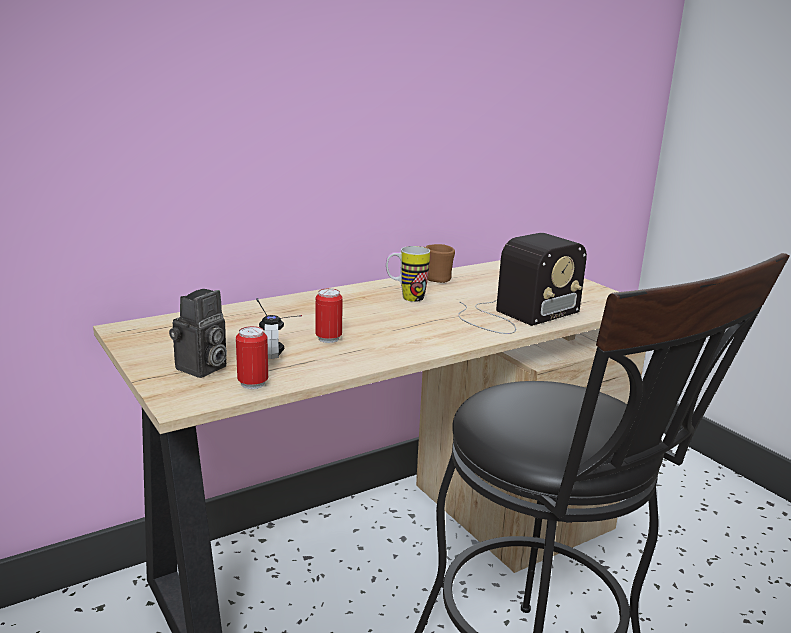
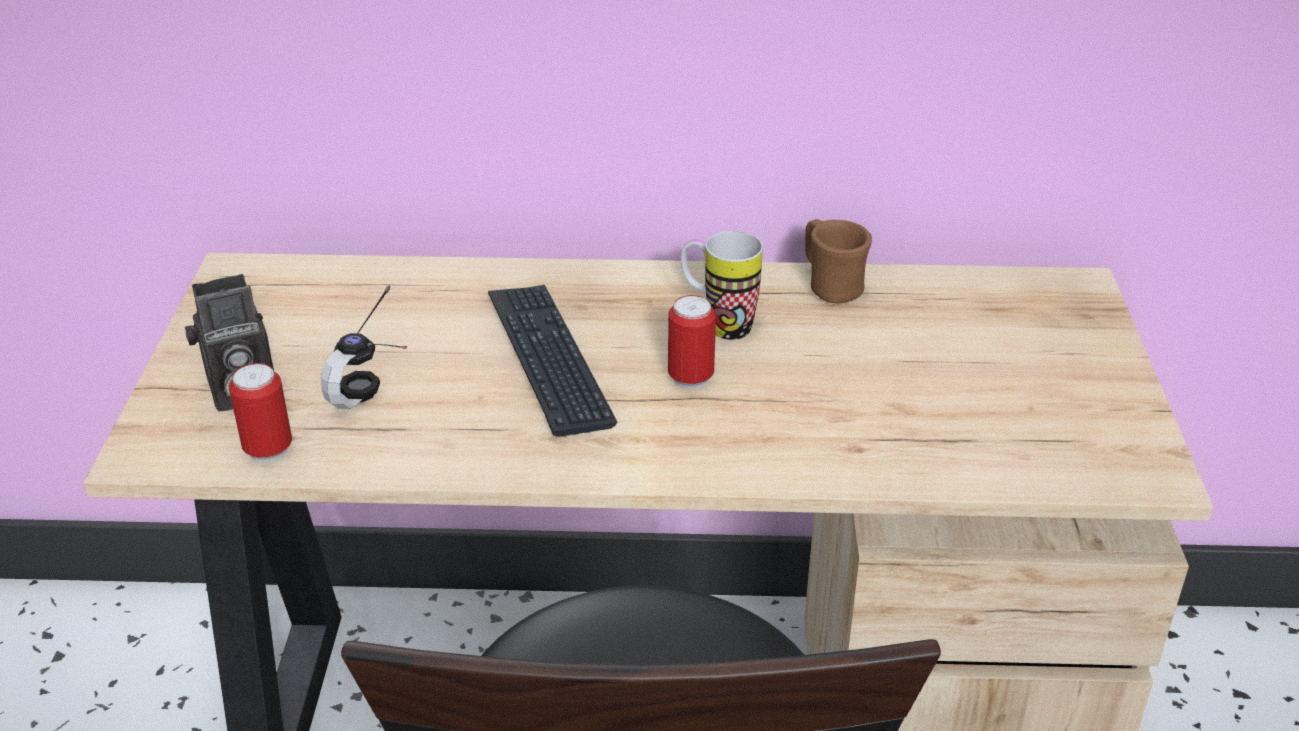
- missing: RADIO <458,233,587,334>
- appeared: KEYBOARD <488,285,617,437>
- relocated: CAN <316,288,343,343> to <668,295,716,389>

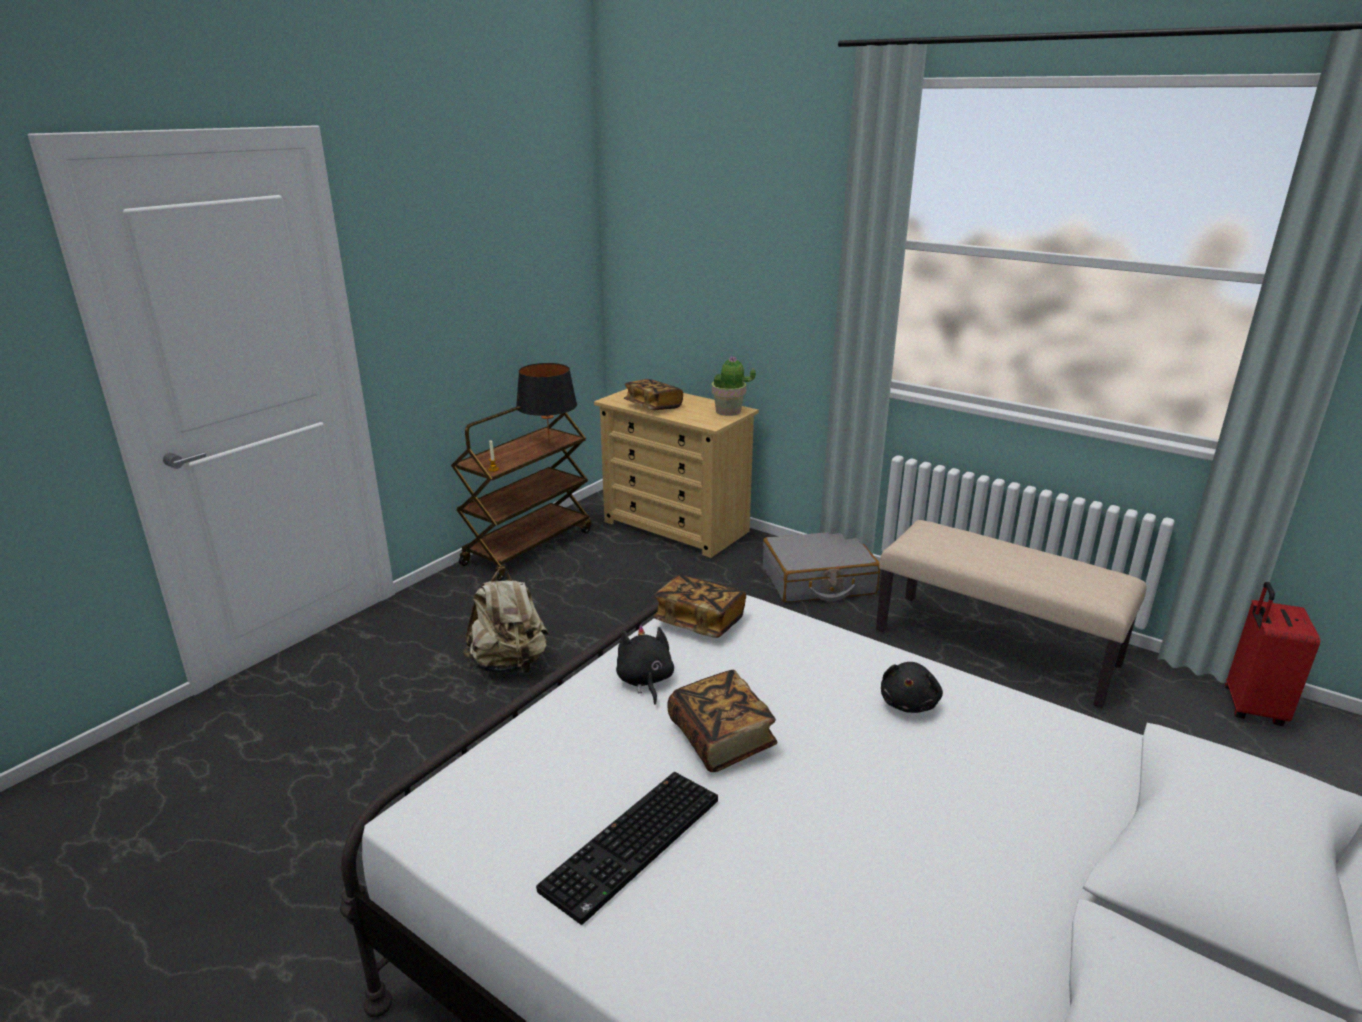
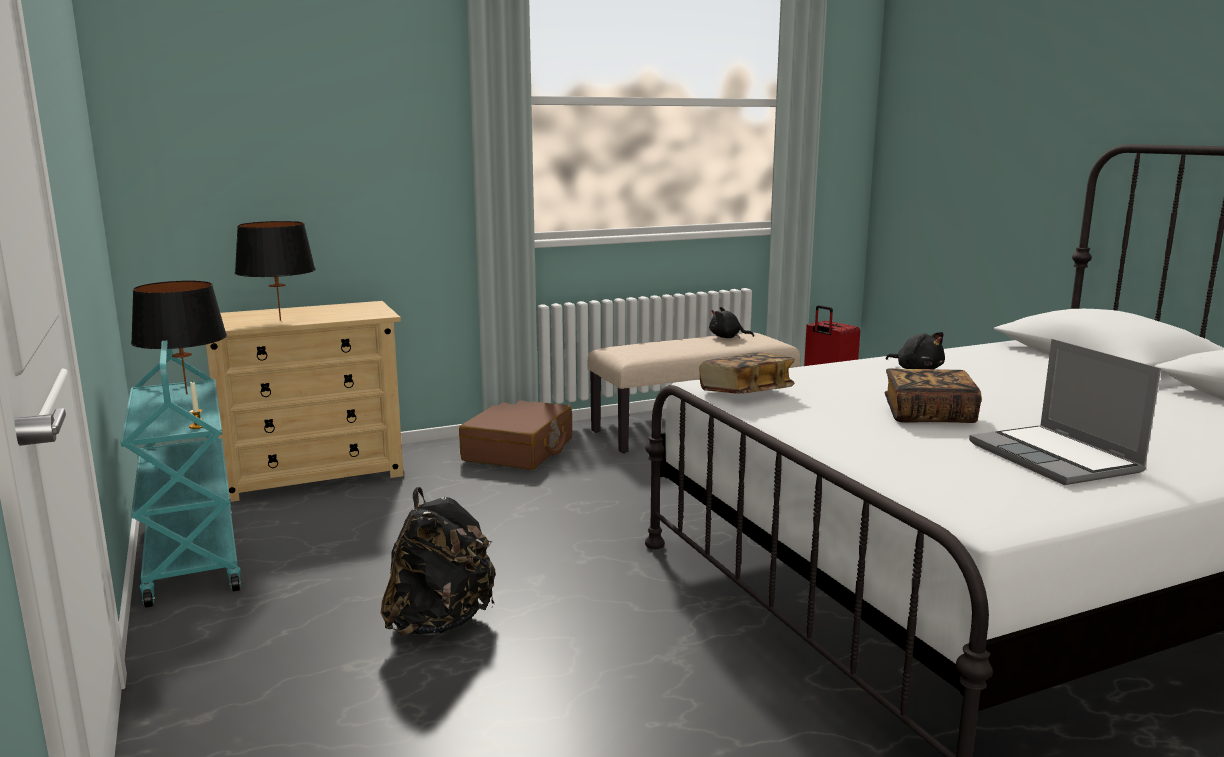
- missing: POTTED PLANT <712,356,756,416>
- relocated: BLACK PLUSH TOY <616,625,674,705> to <709,307,754,338>
- exchanged: KEYBOARD <536,772,718,925> to LAPTOP <969,339,1161,485>
- exchanged: BOOK <624,379,683,410> to BLACK TABLE LAMP <235,221,316,321>
- colour: BROWN CART <451,406,591,581> to TURQUOISE CART <121,341,241,608>
- colour: BEIGE BACKPACK <463,567,549,674> to BLACK BACKPACK <381,487,496,636>
- colour: GREY SUITCASE <763,532,880,603> to BROWN SUITCASE <459,400,572,470>

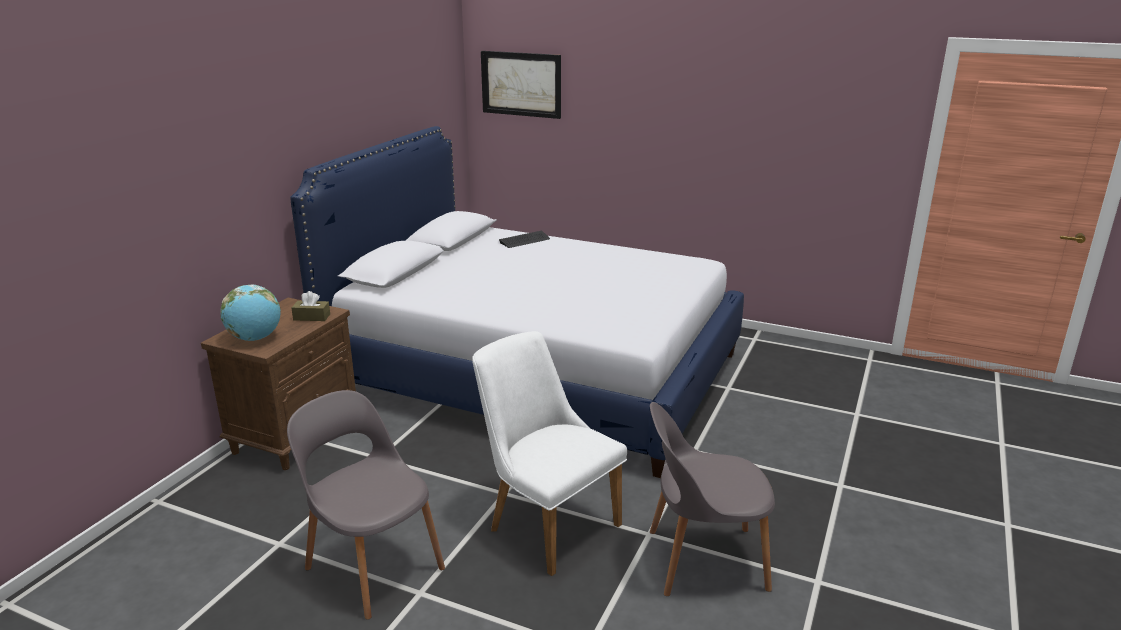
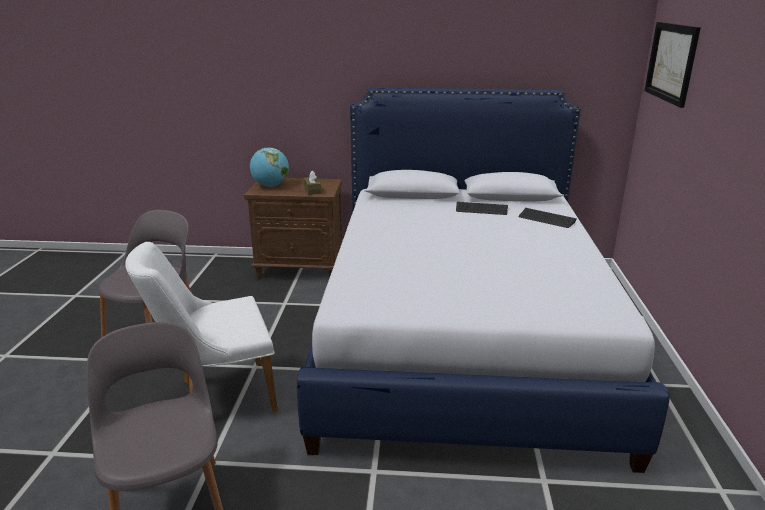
- appeared: KEYBOARD <456,202,508,215>
- spun: WHITE CHAIR <472,331,627,576> = <125,242,278,412> 135 degrees counterclockwise

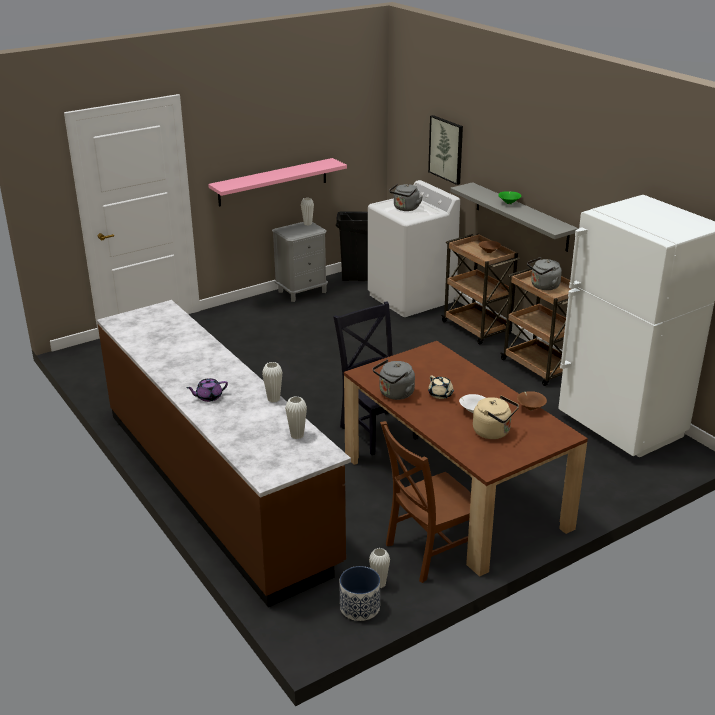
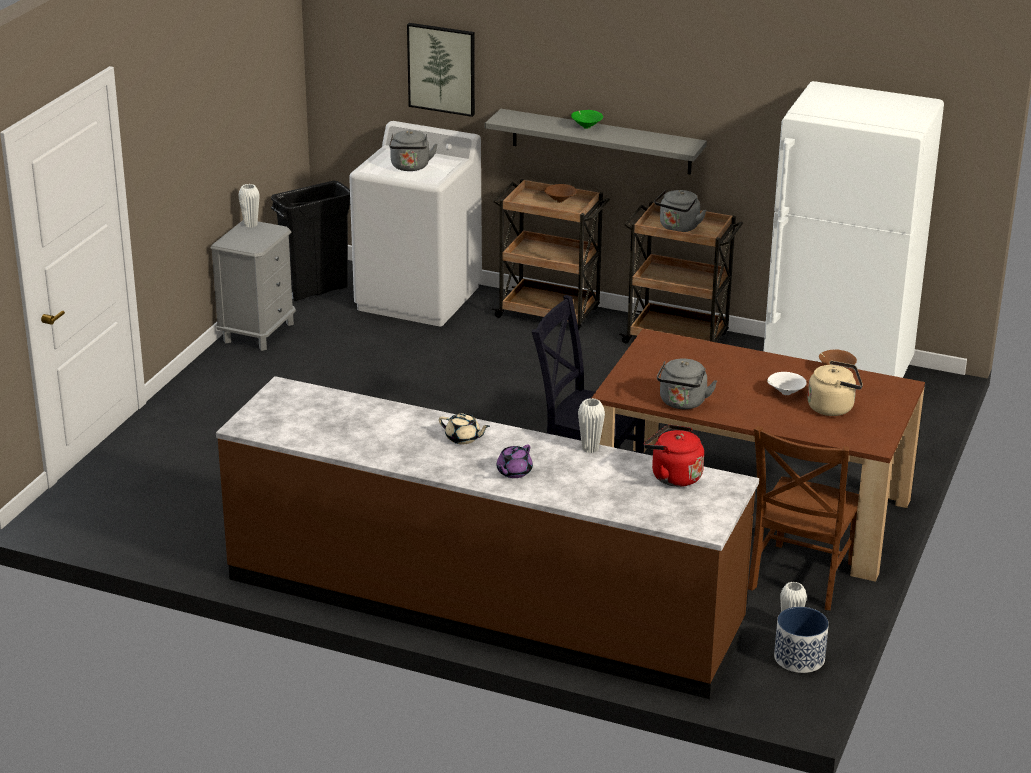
- missing: PINK SHELF <208,158,347,206>
- relocated: BEIGE TEAPOT <428,375,454,399> to <439,413,490,444>
- exchanged: WHITE VASE <285,396,307,439> to RED KETTLE <644,425,704,487>

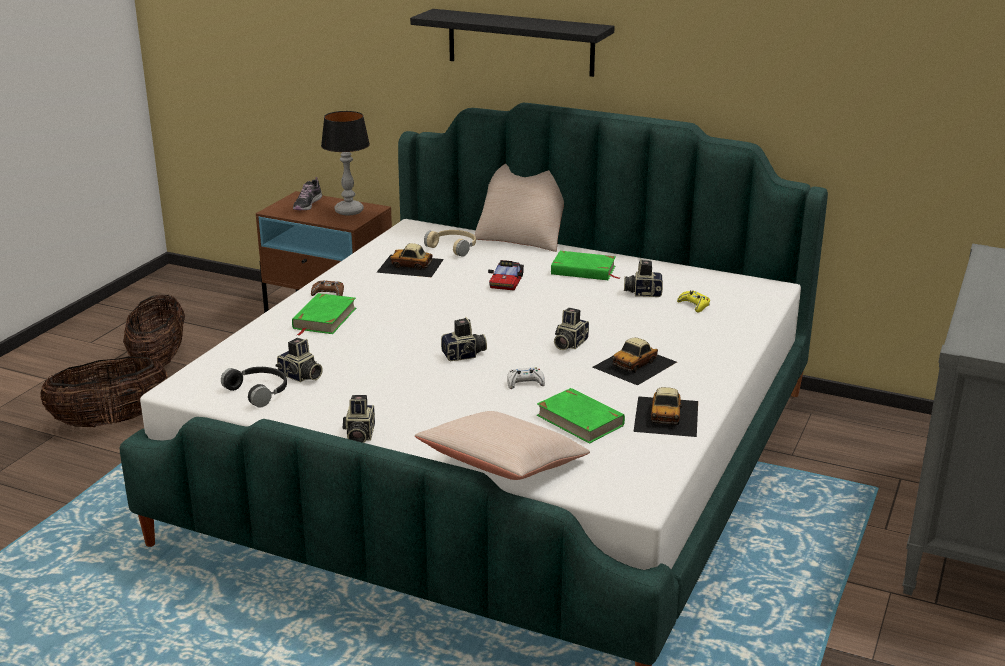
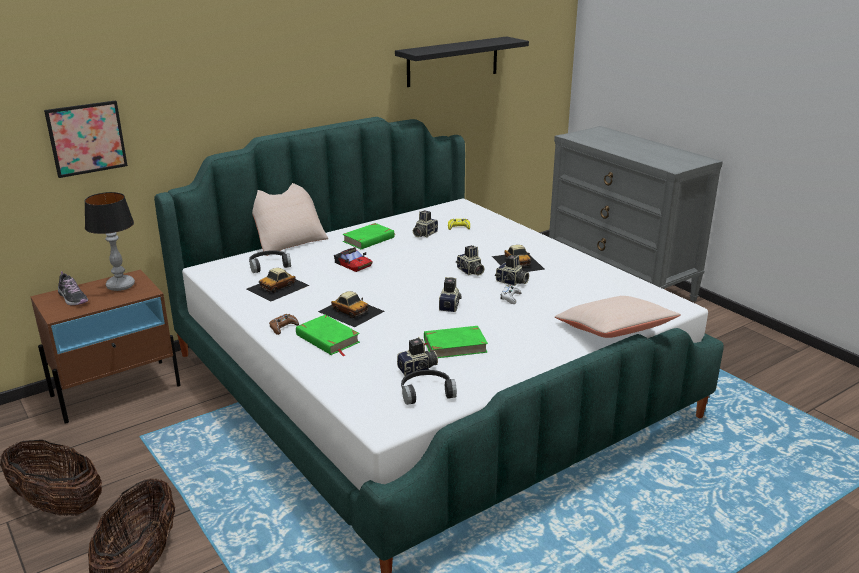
- appeared: PICTURE <44,100,128,178>
- relocated: PHOTO CAMERA <343,395,375,443> to <495,255,529,286>
- relocated: BLACK SHELF <410,9,615,77> to <395,36,529,87>
- relocated: GREEN BOOK <537,388,625,444> to <424,326,488,358>
- relocated: TOY CAR <633,387,698,437> to <318,291,385,327>
- colour: BEIGE HEADPHONES <424,230,476,257> to BLACK HEADPHONES <249,250,291,273>

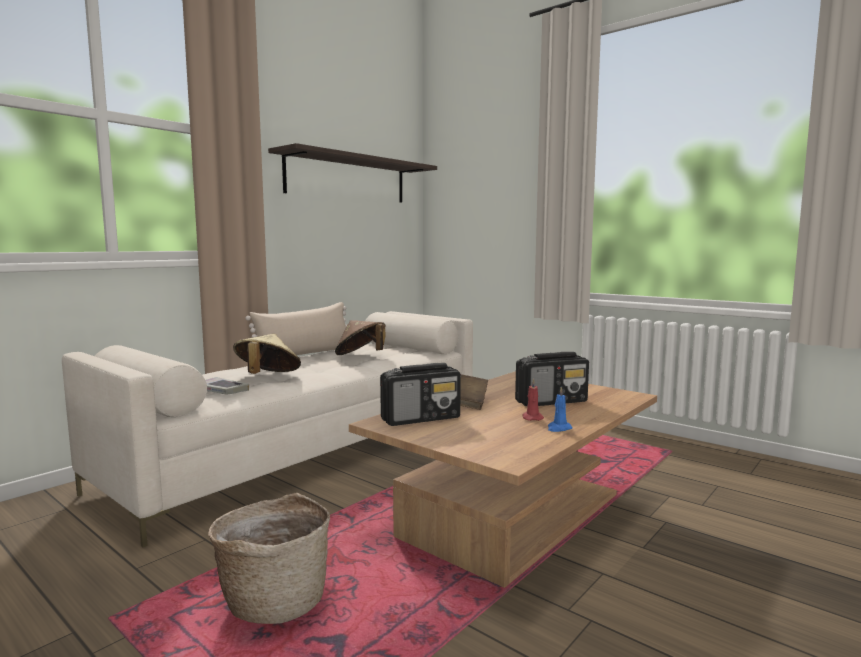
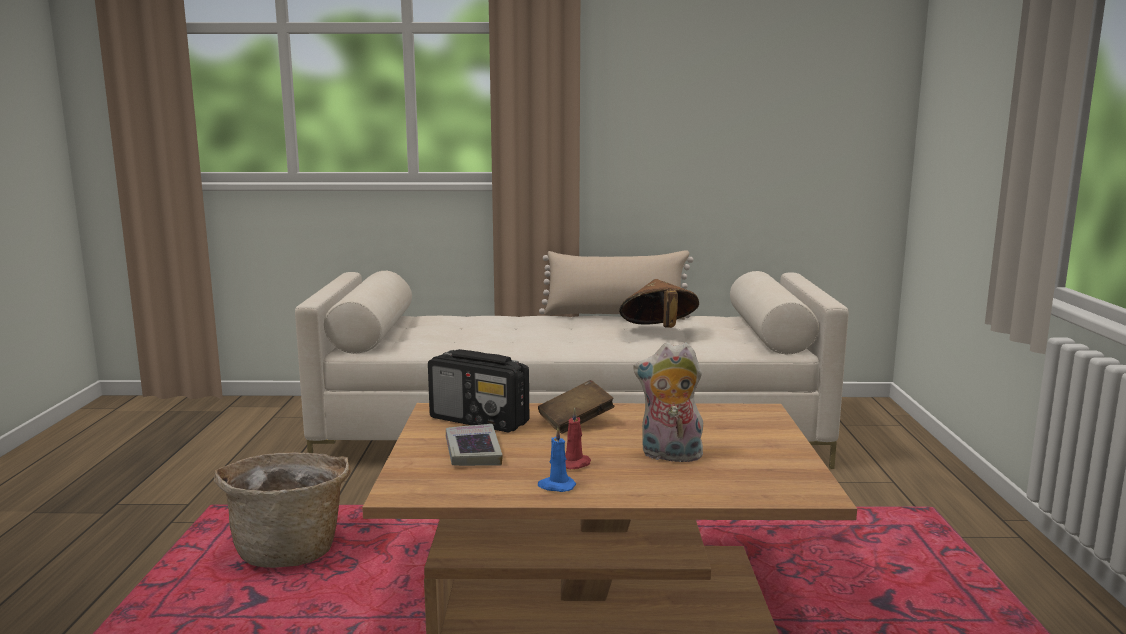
- missing: BEIGE HAT <233,334,301,374>
- missing: SHELF <268,143,437,203>
- relocated: BOOK <205,377,249,395> to <446,424,503,466>
- exchanged: RADIO <515,352,589,406> to PLUSH TOY <633,342,703,465>

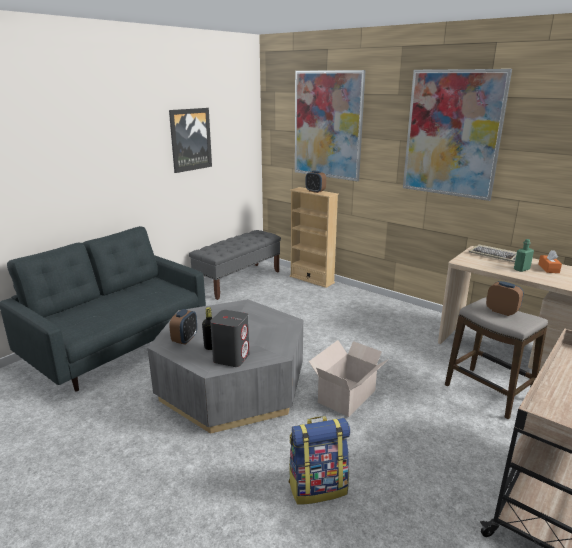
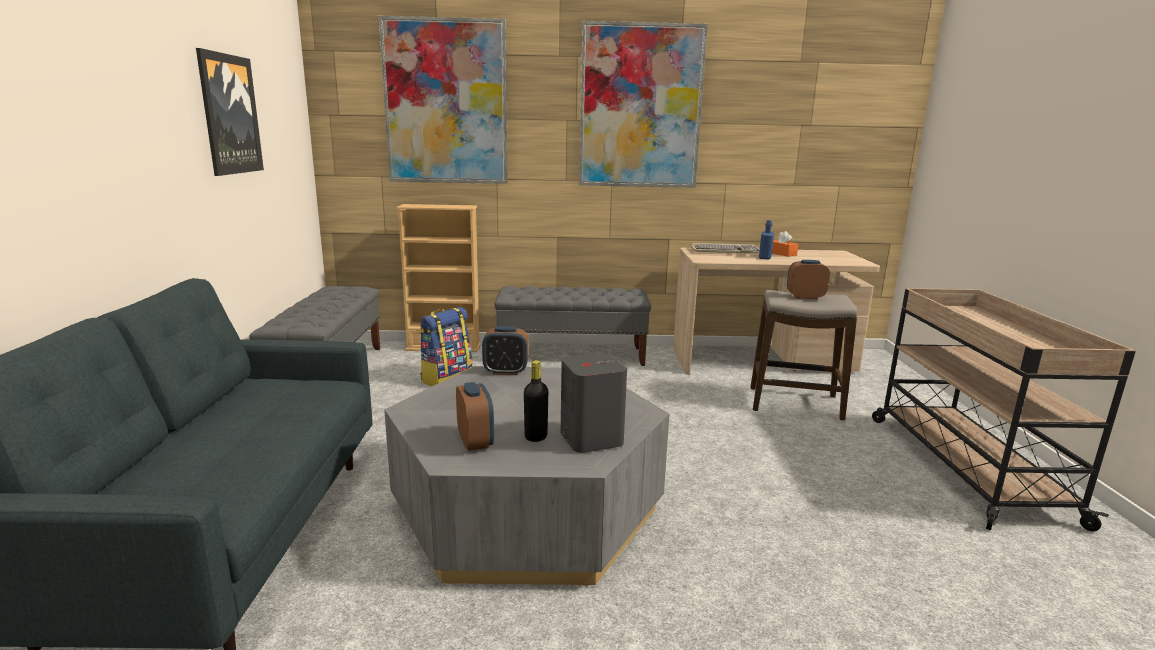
- missing: CARDBOARD BOX <309,340,389,417>
- appeared: GREY BENCH <495,286,651,366>
- relocated: BACKPACK <288,416,350,505> to <419,307,472,386>
- relocated: ALARM CLOCK <306,170,326,193> to <482,326,529,375>
- colour: GREEN BOTTLE <514,239,534,272> to BLUE BOTTLE <759,220,774,259>

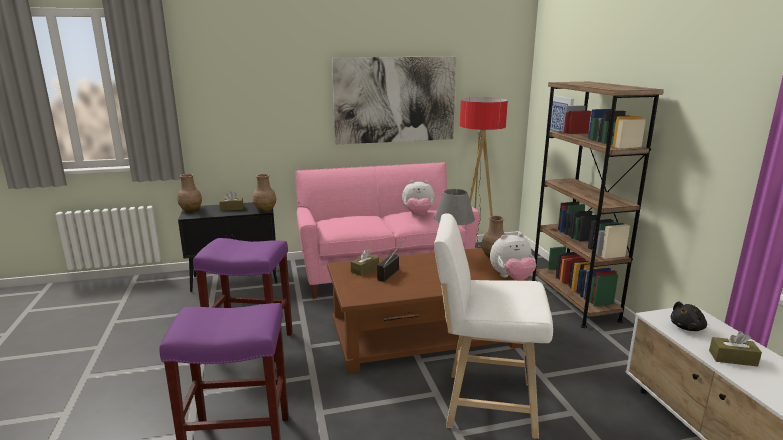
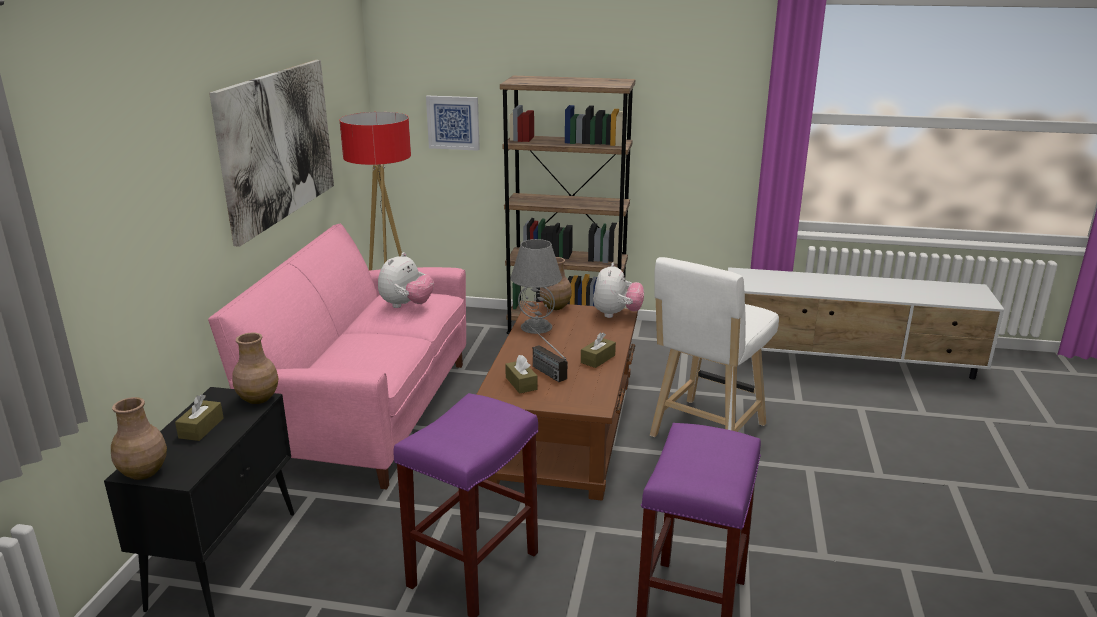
- missing: BLACK PLUSH TOY <670,301,707,331>
- relocated: BROWN TISSUE BOX <709,331,762,367> to <581,333,616,368>

